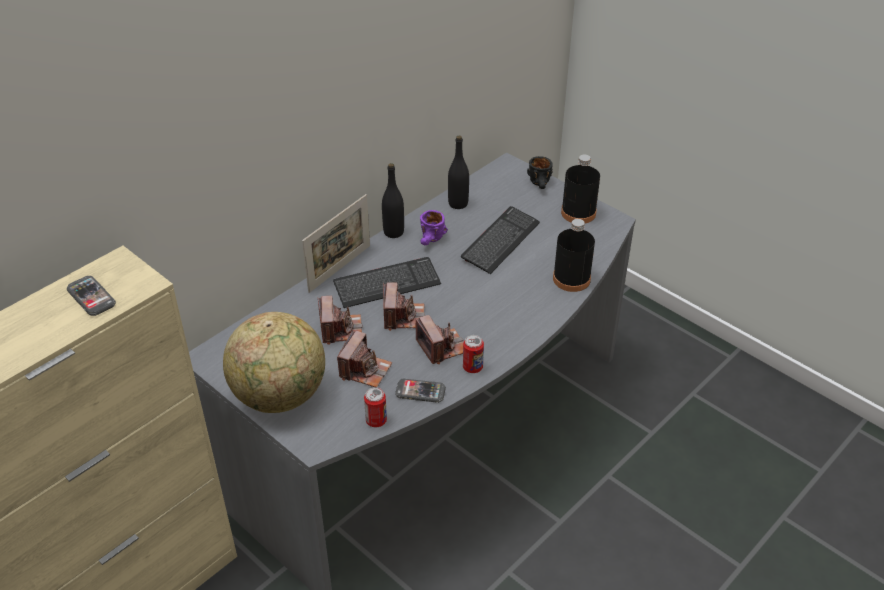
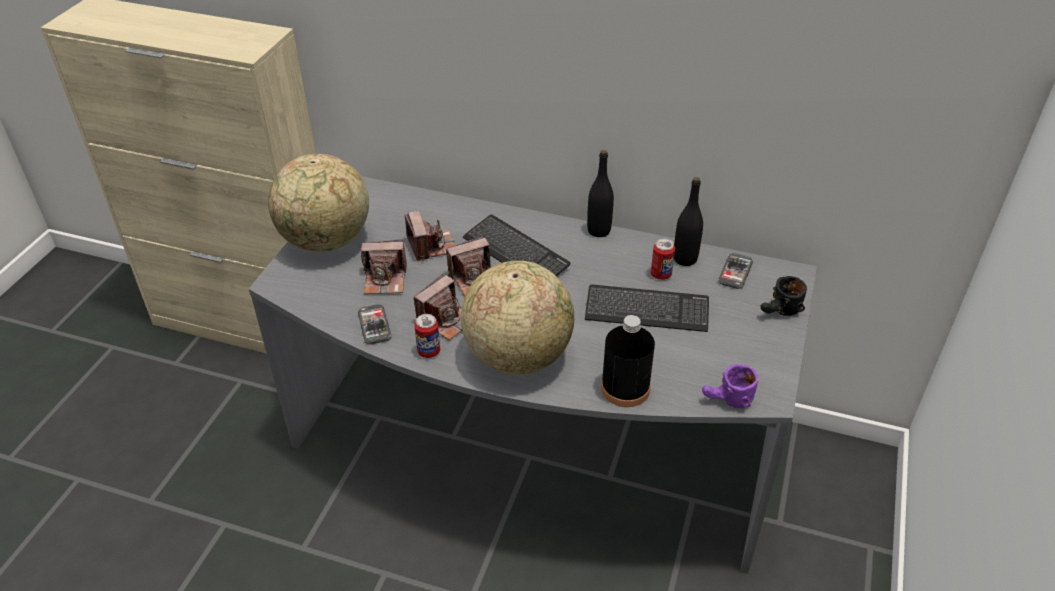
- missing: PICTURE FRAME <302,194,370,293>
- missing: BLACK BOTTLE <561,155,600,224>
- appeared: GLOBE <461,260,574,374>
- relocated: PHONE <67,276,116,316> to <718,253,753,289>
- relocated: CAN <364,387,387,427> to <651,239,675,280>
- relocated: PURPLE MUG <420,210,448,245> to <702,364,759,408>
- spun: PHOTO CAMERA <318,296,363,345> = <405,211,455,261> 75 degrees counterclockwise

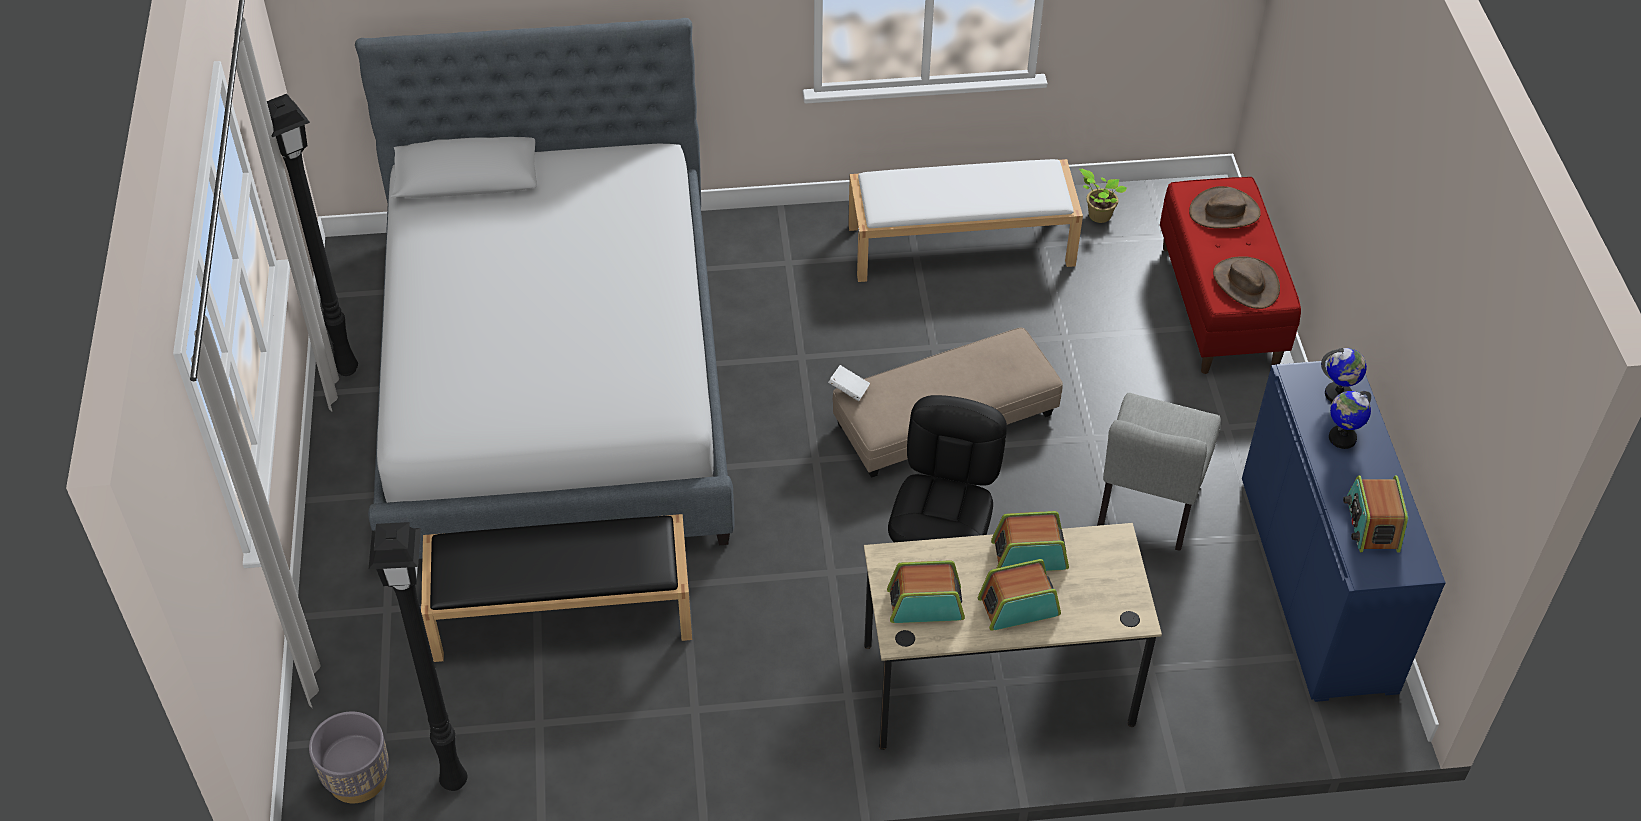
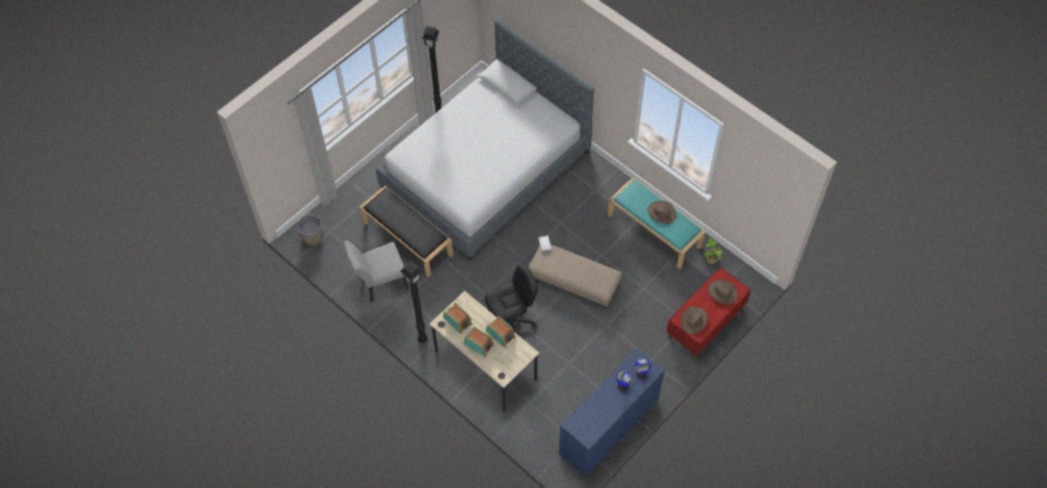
- missing: RADIO <1343,476,1408,552>
- appeared: BROWN HAT <648,201,676,224>
- relocated: BLACK FLOOR LAMP <368,522,467,791> to <400,261,428,343>
- relocated: GREY CHAIR <1097,393,1221,551> to <343,240,408,301>
- colour: WHITE BENCH <848,159,1083,282> to TURQUOISE BENCH <608,178,705,269>

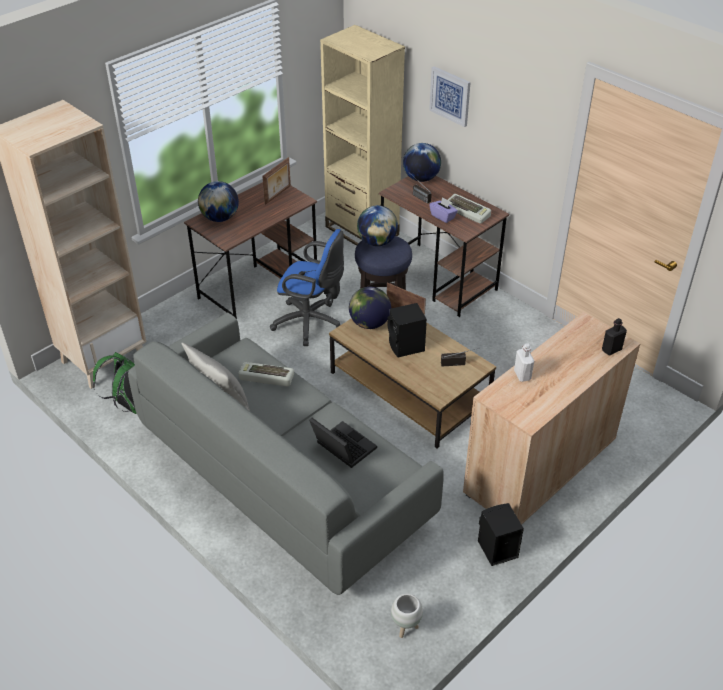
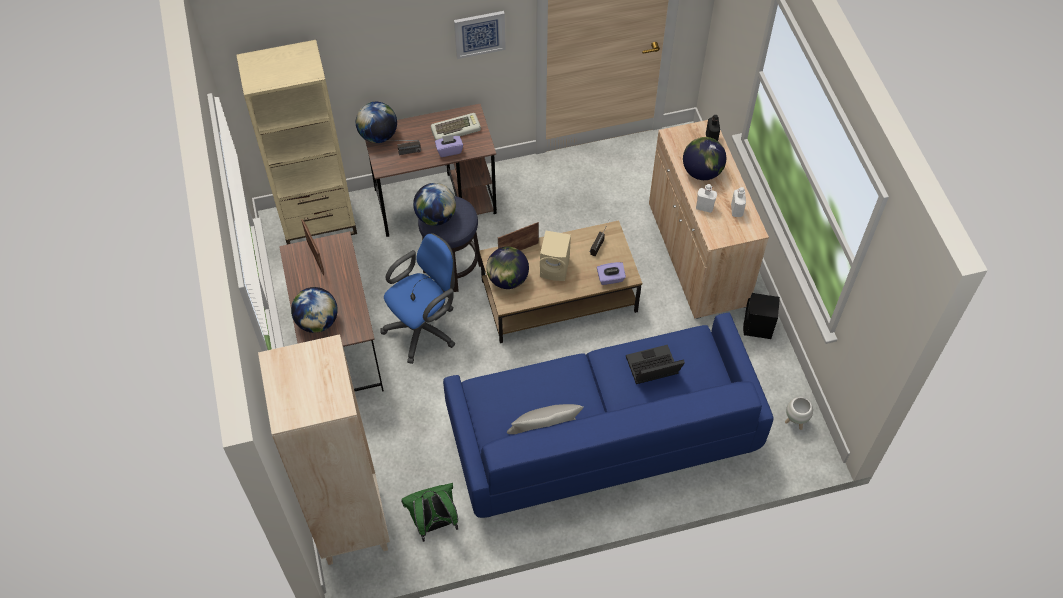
- missing: KEYBOARD <238,362,294,386>
- appeared: PURPLE TISSUE BOX <597,262,626,285>
- appeared: GLOBE <683,137,726,180>
- appeared: WHITE BOTTLE <731,187,746,217>
- relocated: PICTURE <429,66,471,127> to <454,11,506,59>
- colour: GREY SOFA <128,312,444,595> to BLUE SOFA <443,313,773,518>
- colour: BLACK SPEAKER <387,303,427,358> to BEIGE SPEAKER <540,231,571,281>

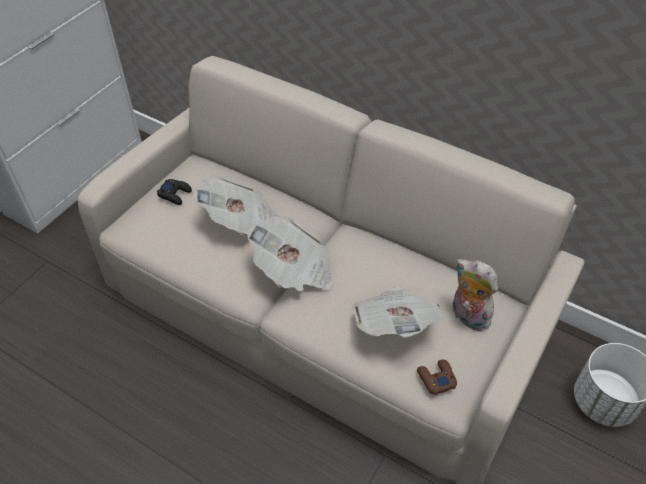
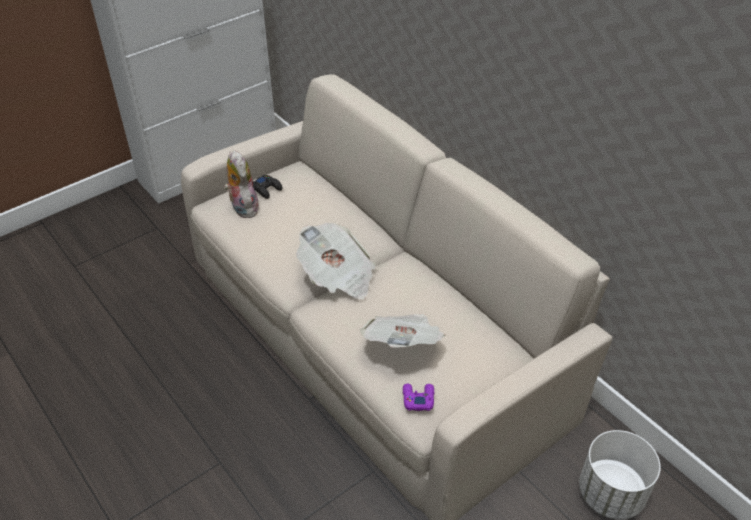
- missing: NEWSPAPER <193,176,277,235>
- relocated: PLUSH TOY <453,259,498,331> to <224,150,259,218>
- colour: BROWN GAME CONTROLLER <417,360,457,395> to PURPLE GAME CONTROLLER <403,384,434,411>

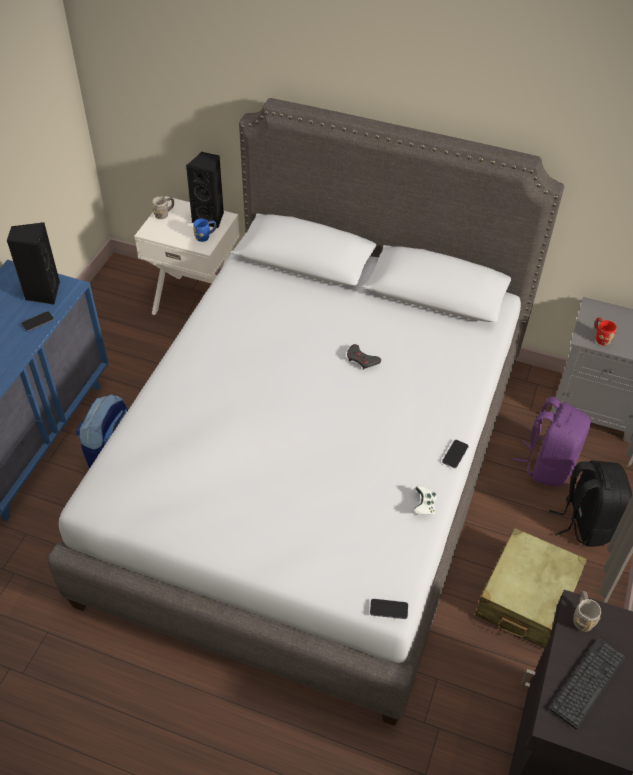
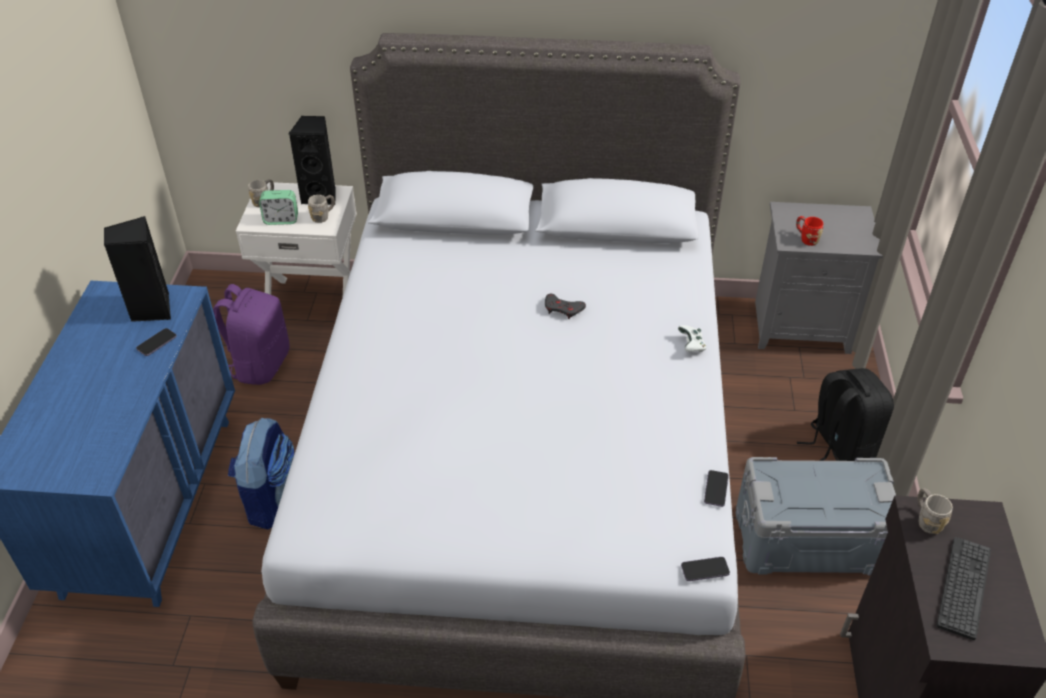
- appeared: ALARM CLOCK <259,190,298,225>
- relocated: WHITE GAME CONTROLLER <413,486,437,515> to <678,325,706,352>
- relocated: PHONE <442,440,469,468> to <704,470,729,507>
- relocated: PURPLE BACKPACK <513,397,591,486> to <213,284,290,385>
- exchanged: BEIGE SUITCASE <475,528,587,649> to GREY STORAGE BOX <736,457,896,576>
- colour: BLUE MUG <193,219,217,242> to GREY MUG <308,195,335,223>

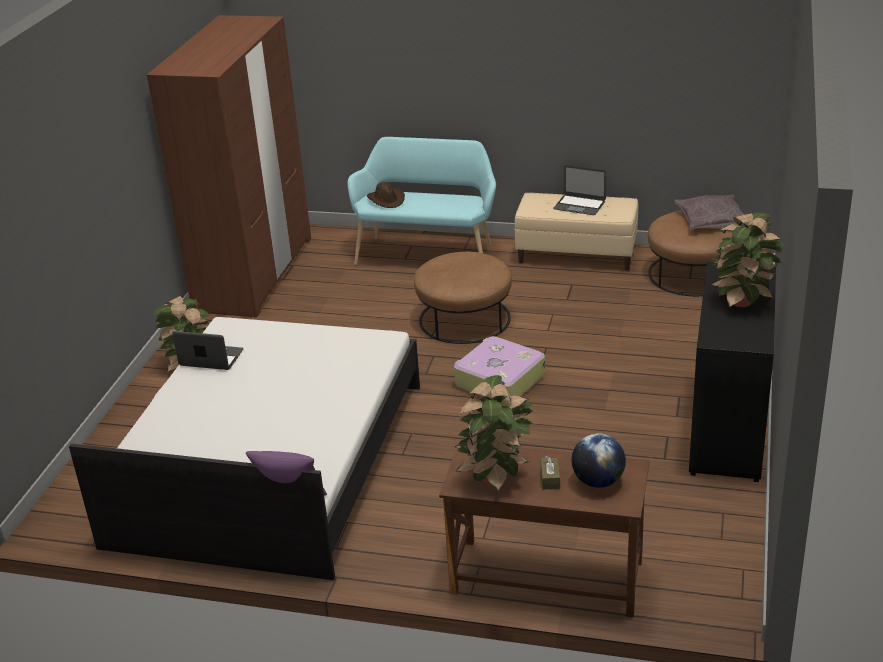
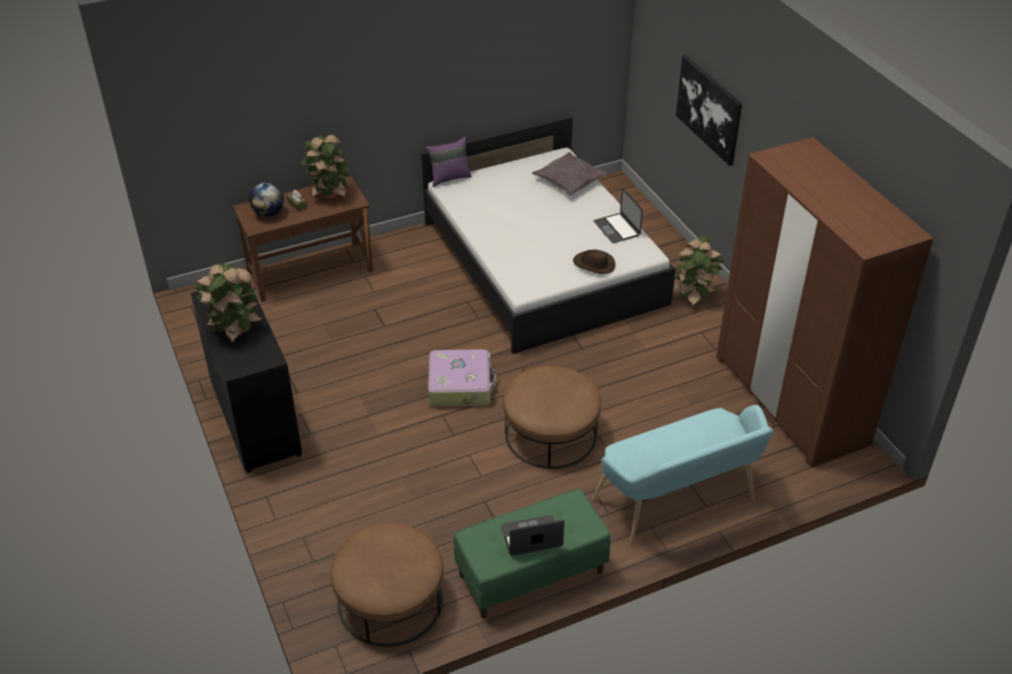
- appeared: PICTURE <676,55,742,166>
- relocated: BROWN HAT <367,182,405,208> to <573,250,615,274>
- relocated: GREY PILLOW <674,195,745,229> to <532,152,607,196>
- colour: BEIGE BENCH <514,193,638,271> to GREEN BENCH <454,489,611,618>
- spun: LAPTOP <172,331,244,370> = <594,188,643,243> 90 degrees clockwise

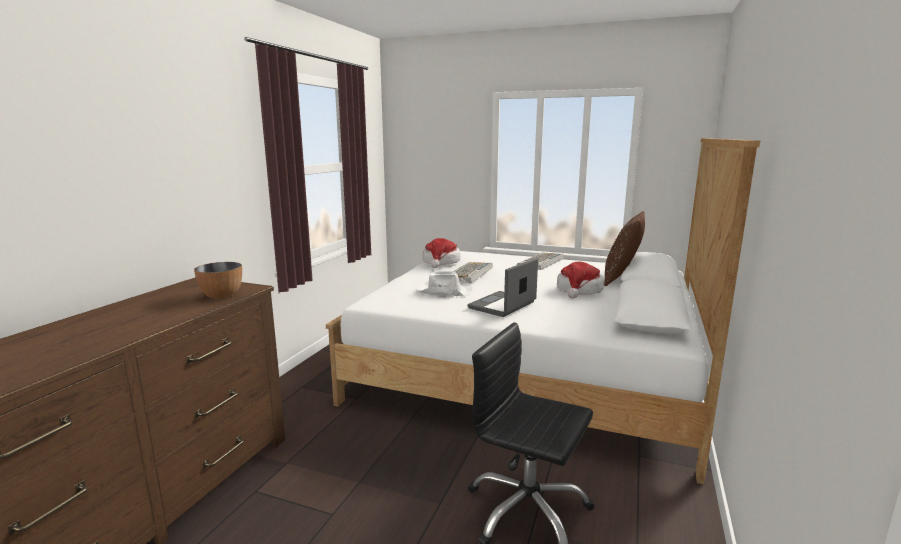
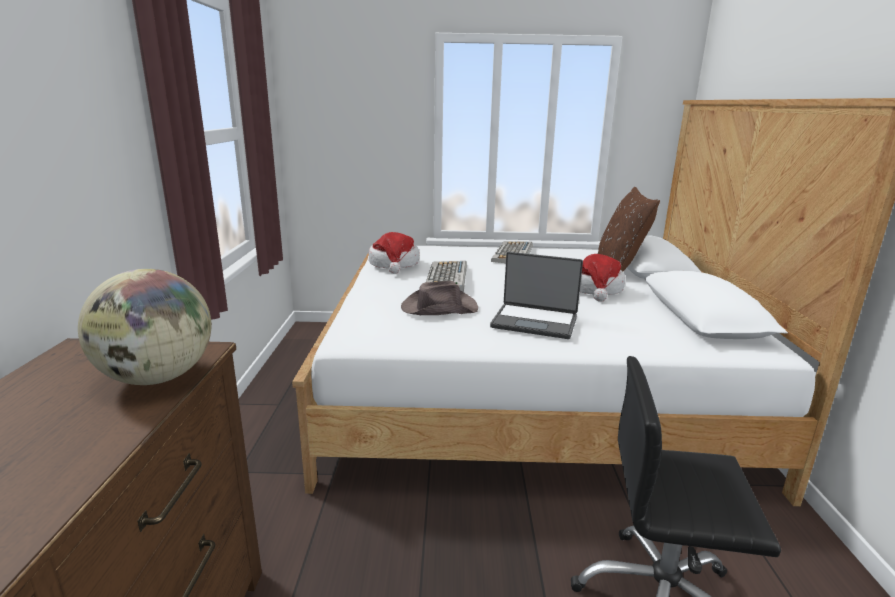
- exchanged: BOWL <194,262,242,299> to GLOBE <78,269,211,385>
- colour: WHITE HAT <416,271,472,296> to BROWN HAT <401,281,478,315>
- spun: LAPTOP <468,258,538,317> = <490,252,583,339> 90 degrees counterclockwise

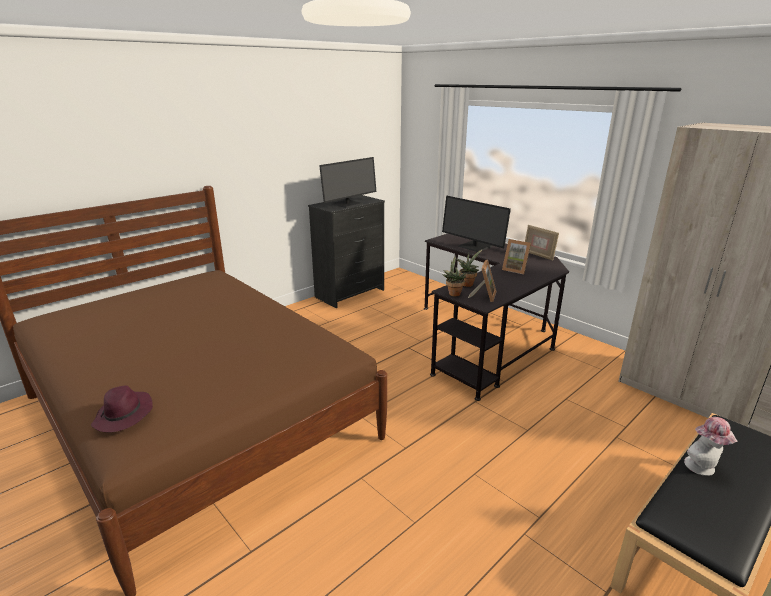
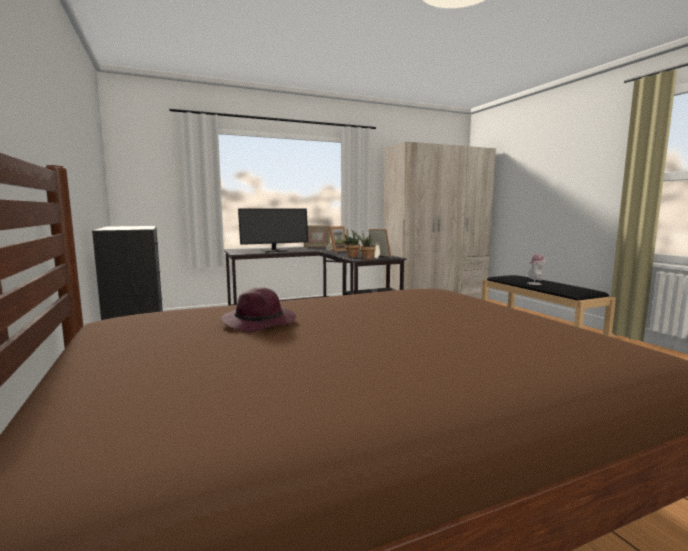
- missing: MONITOR <319,157,376,208>
- relocated: PURPLE HAT <91,385,153,433> to <221,287,296,333>

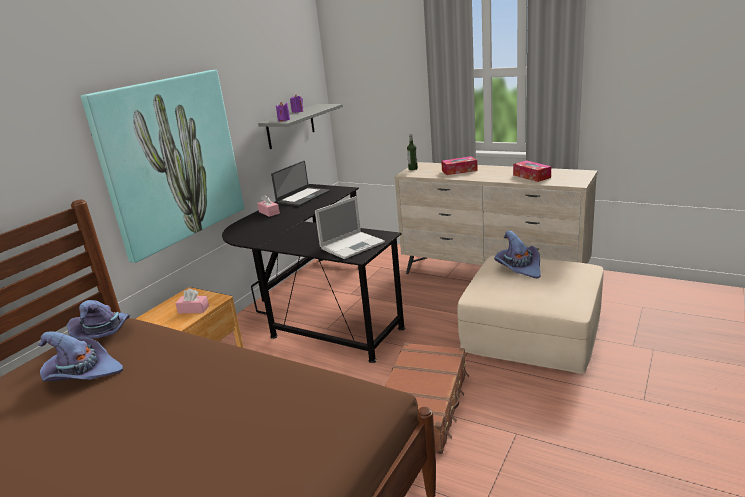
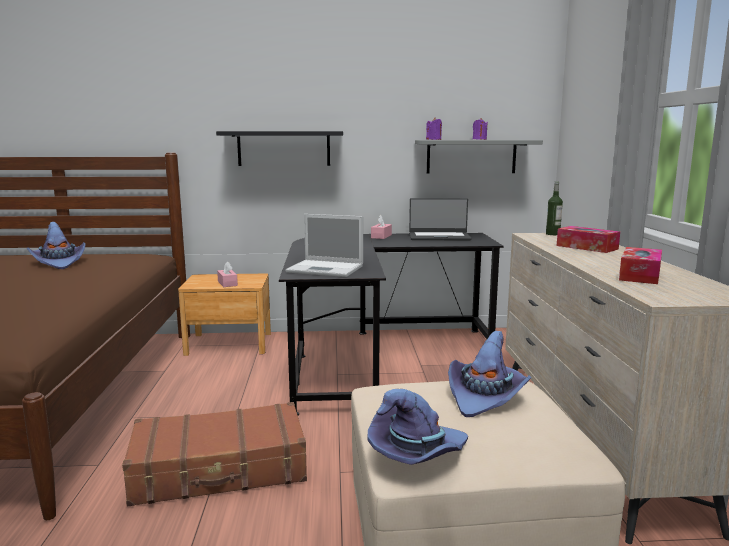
- relocated: PURPLE HAT <67,300,130,340> to <367,389,468,465>
- exchanged: PICTURE <81,70,244,263> to BLACK SHELF <216,131,343,166>

